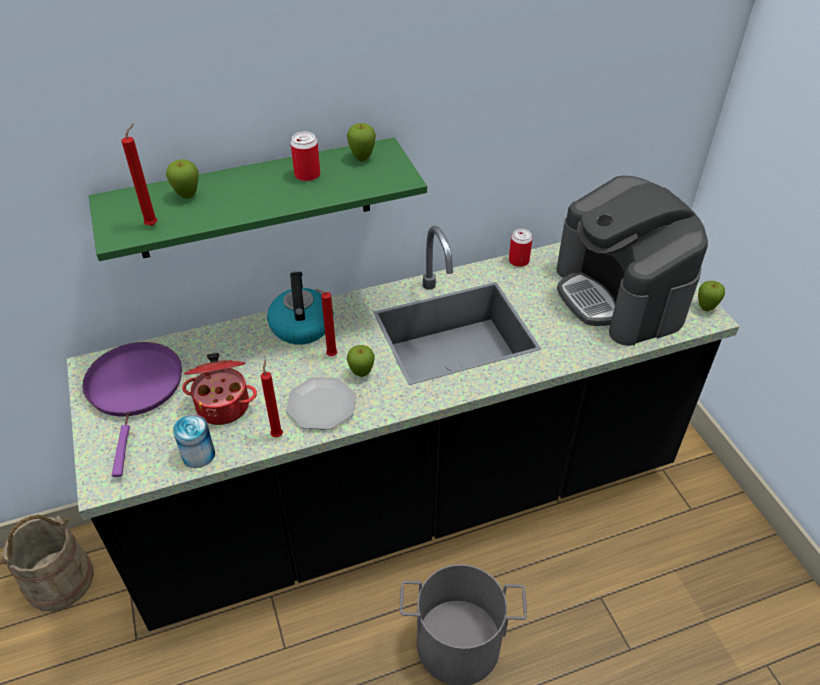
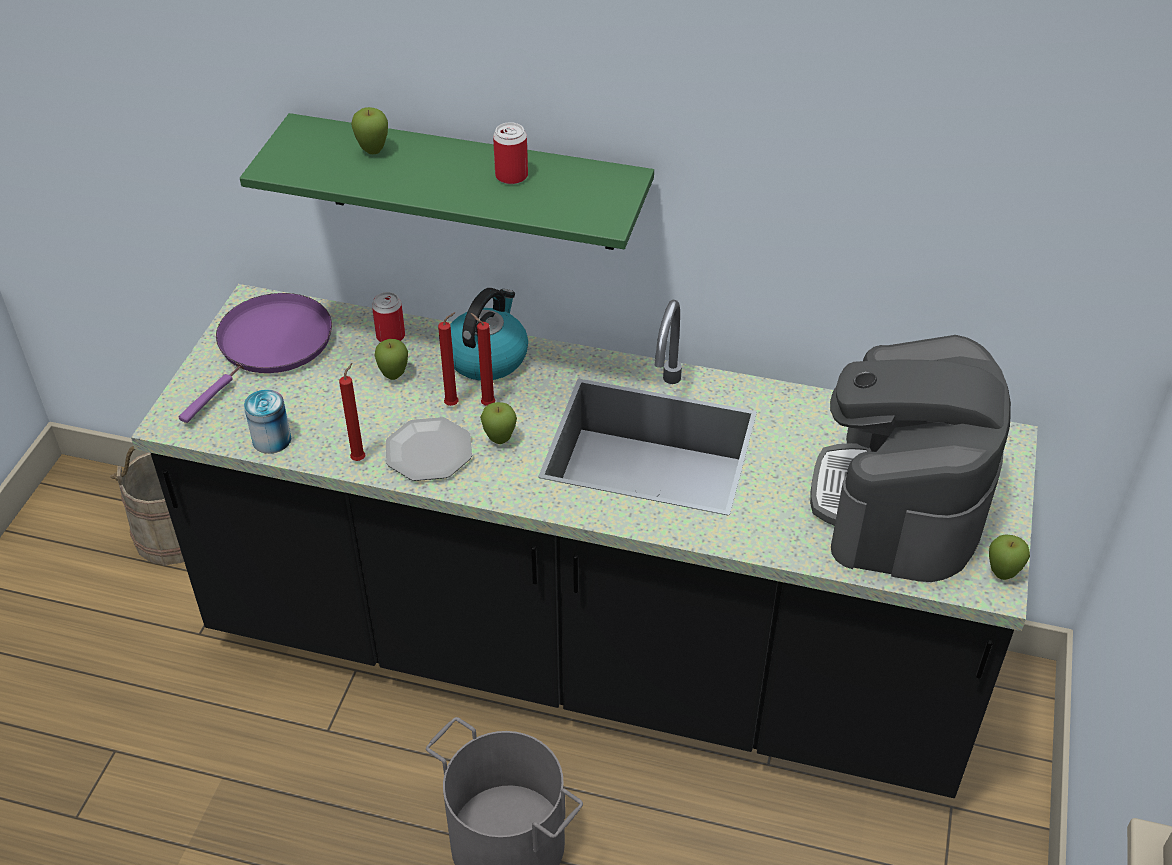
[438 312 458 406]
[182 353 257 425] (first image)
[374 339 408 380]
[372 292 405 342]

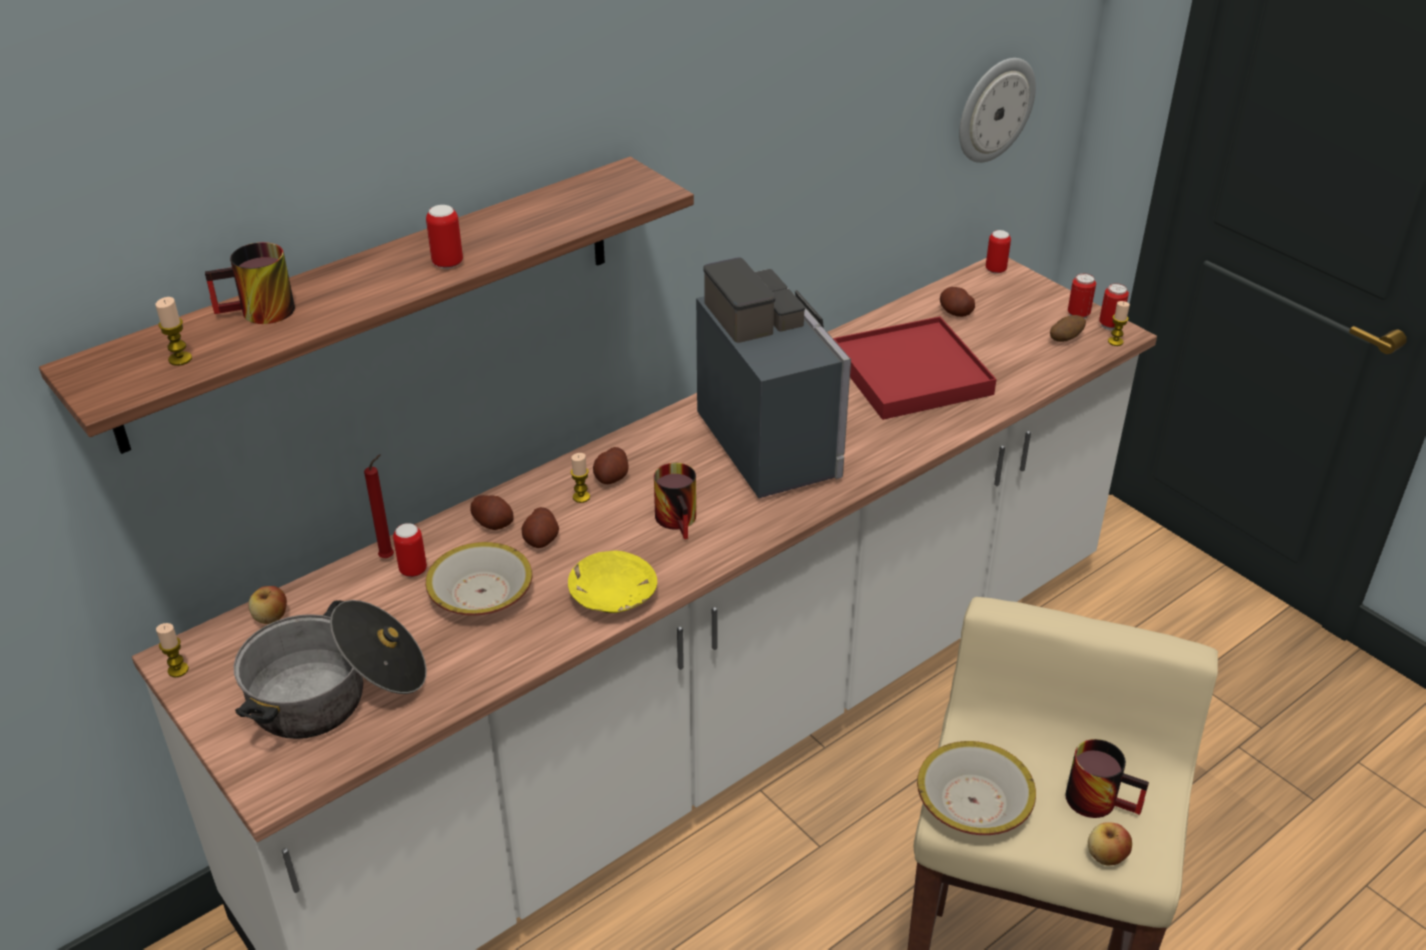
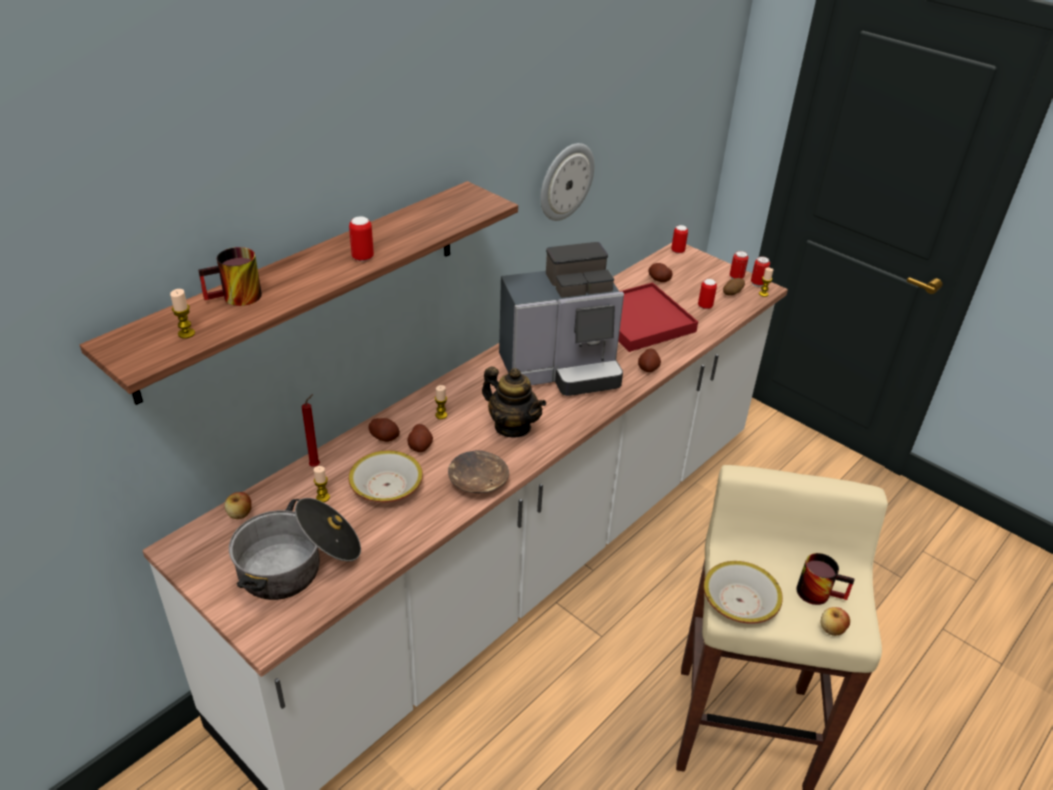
[314 466 330 502]
[698 279 717 309]
[448 450 509 493]
[638 348 661 372]
[482 367 546 437]
[499 242 624 396]
[541 143 594 221]

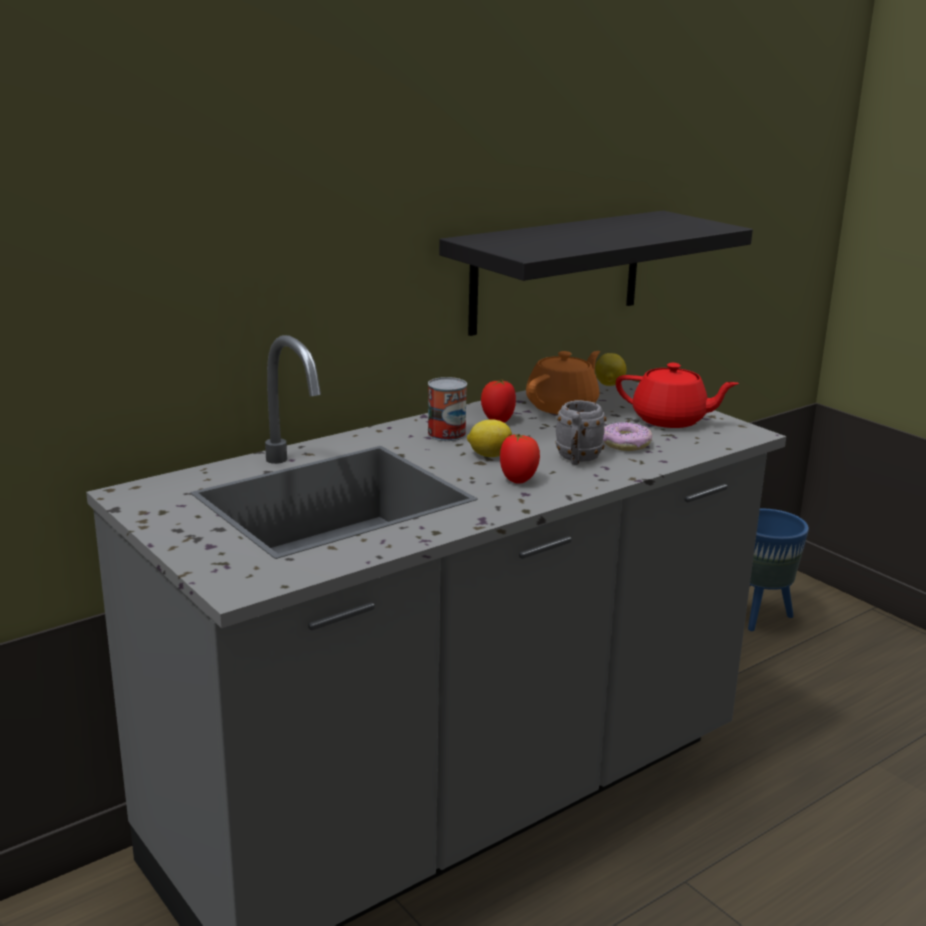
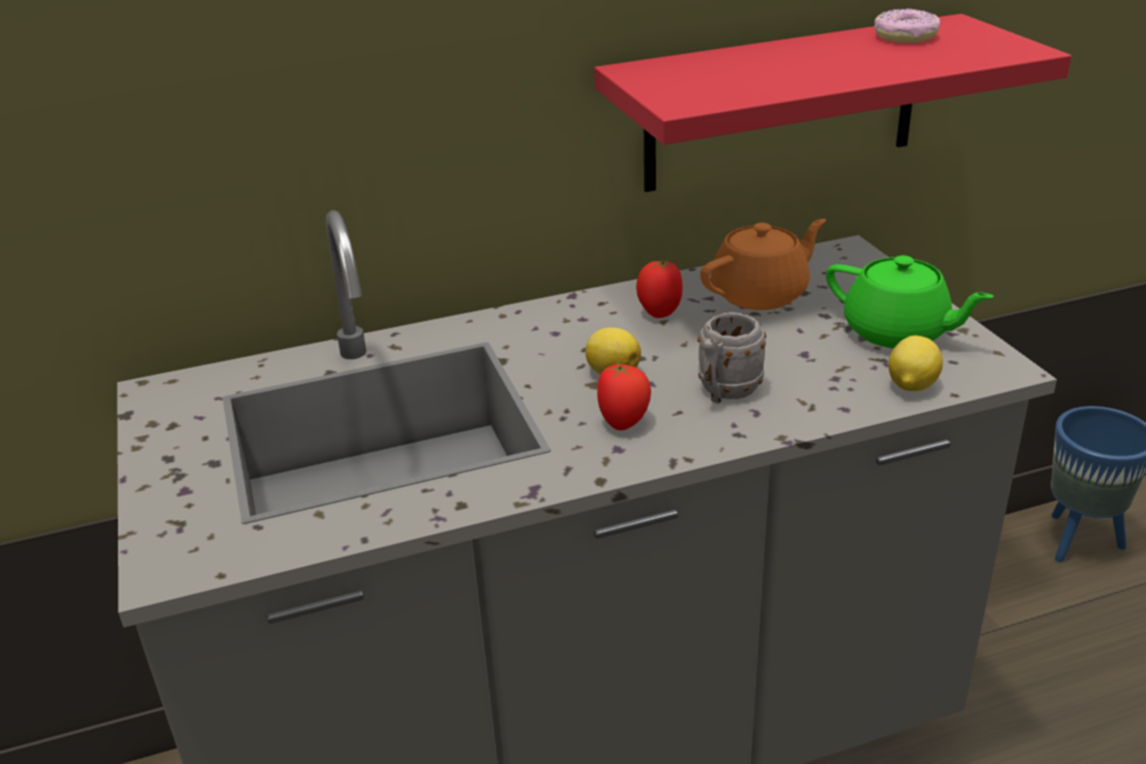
[427 377 467 441] (first image)
[594 14 1071 192]
[889 335 943 391]
[874 9 940 43]
[826 255 994 348]

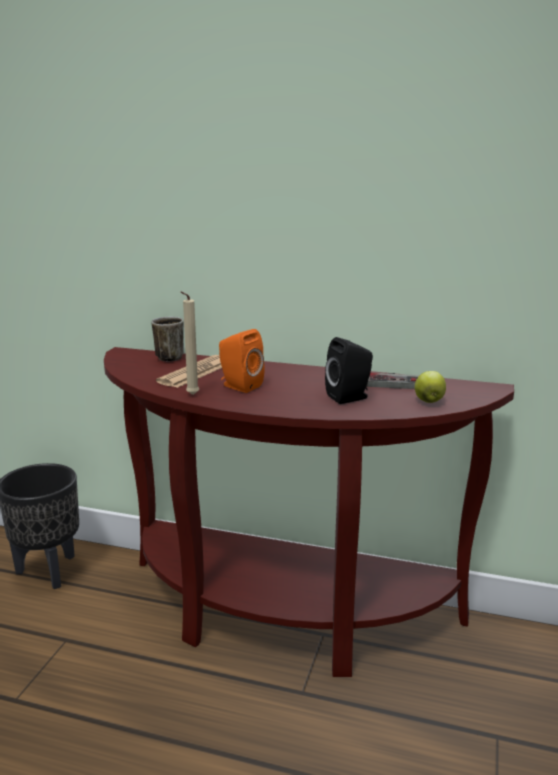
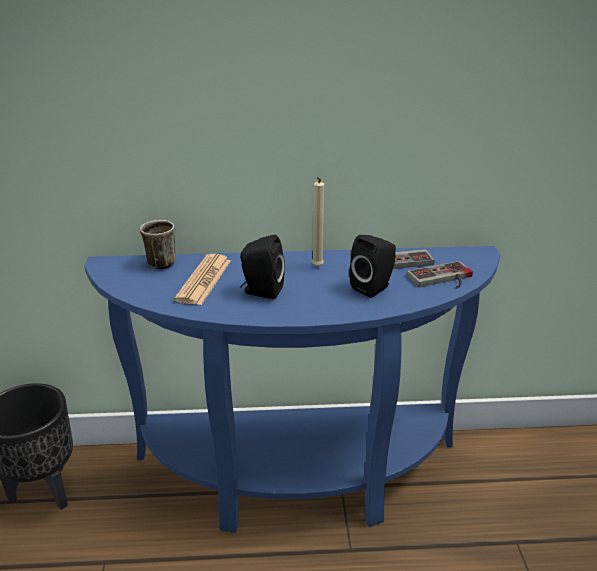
[84 246 500 533]
[312 177 324 267]
[240 235 285 299]
[407 261 473 288]

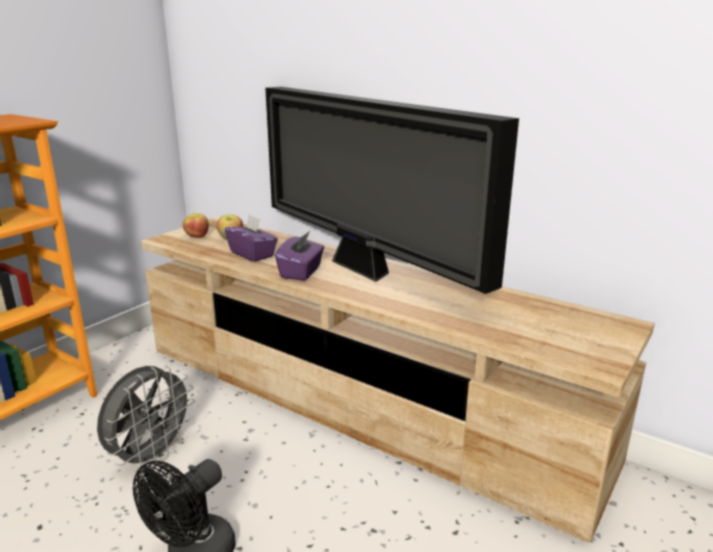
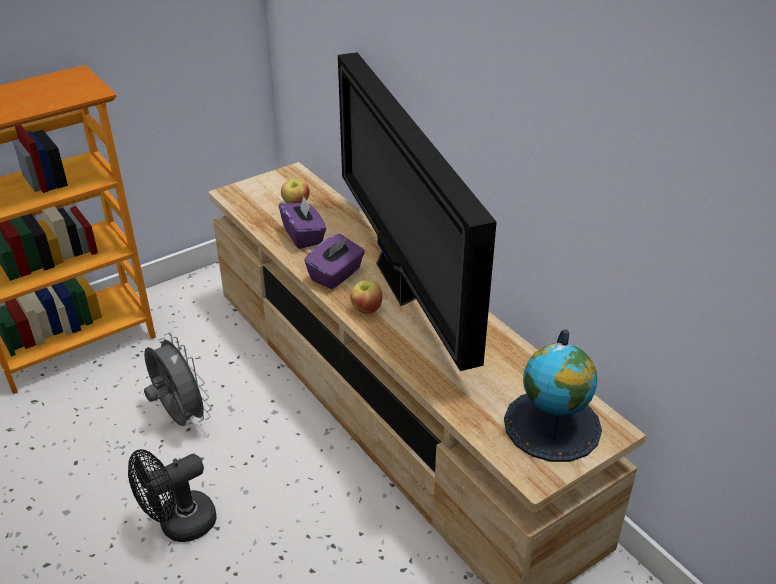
[144 333 211 426]
[350 280 383 314]
[504 329 602 462]

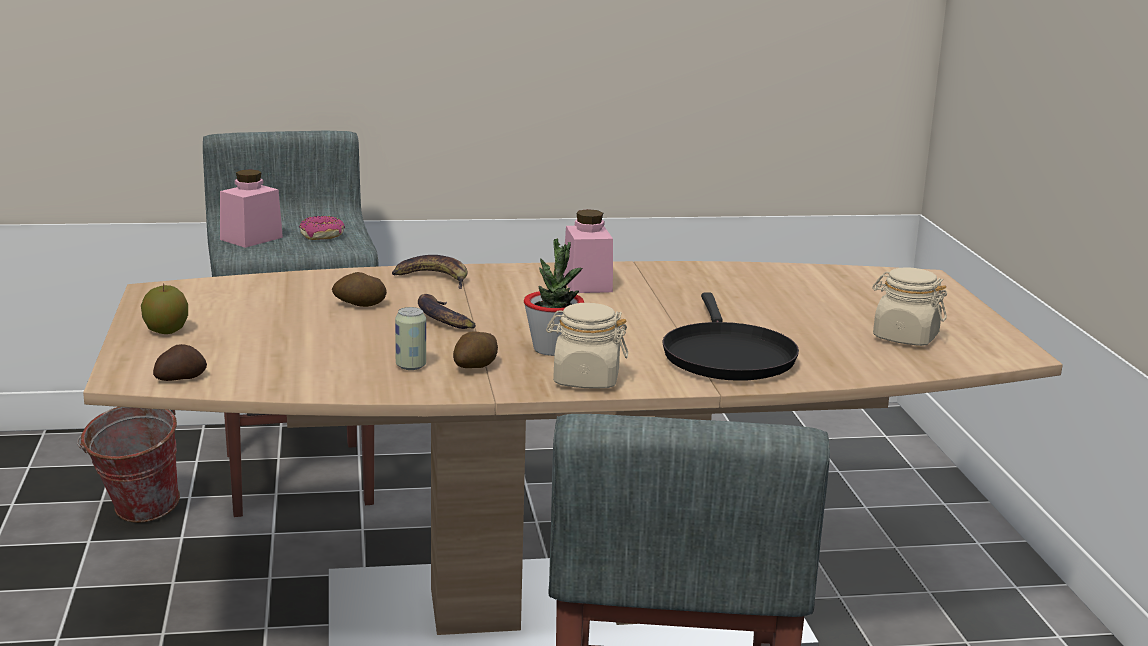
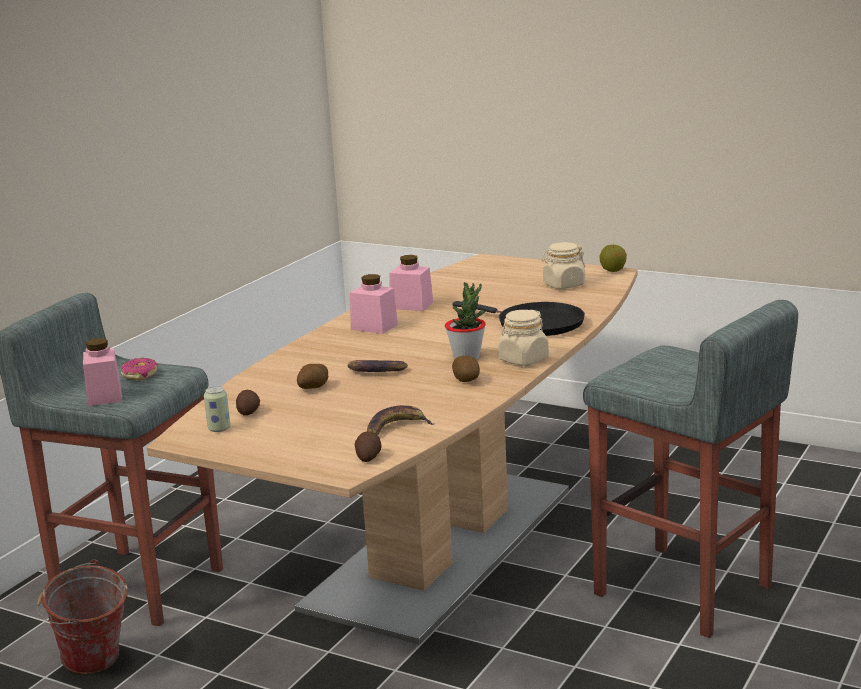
[599 245 627 272]
[367 405 434 436]
[204 386 230 432]
[236 390 260 415]
[389 255 433 311]

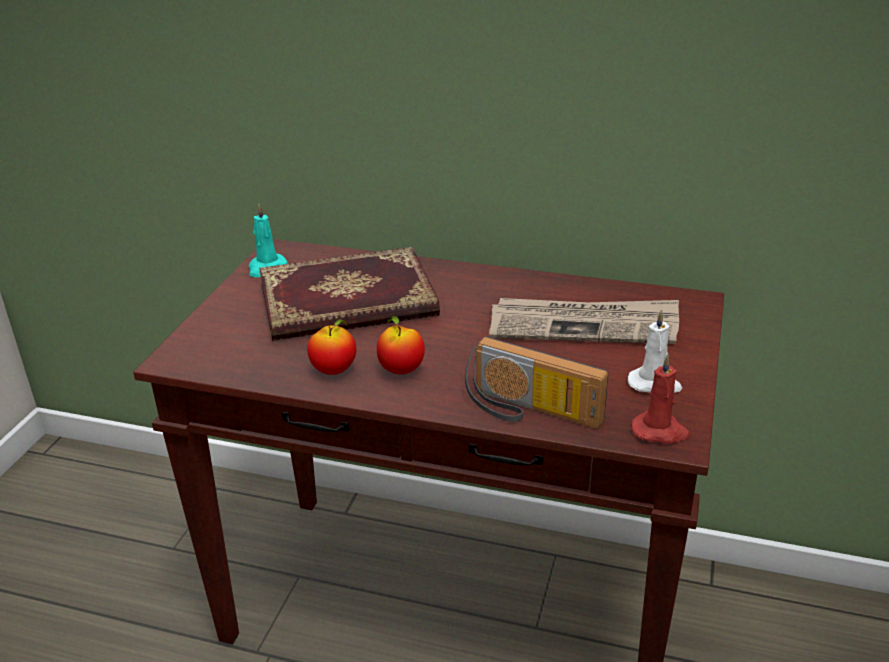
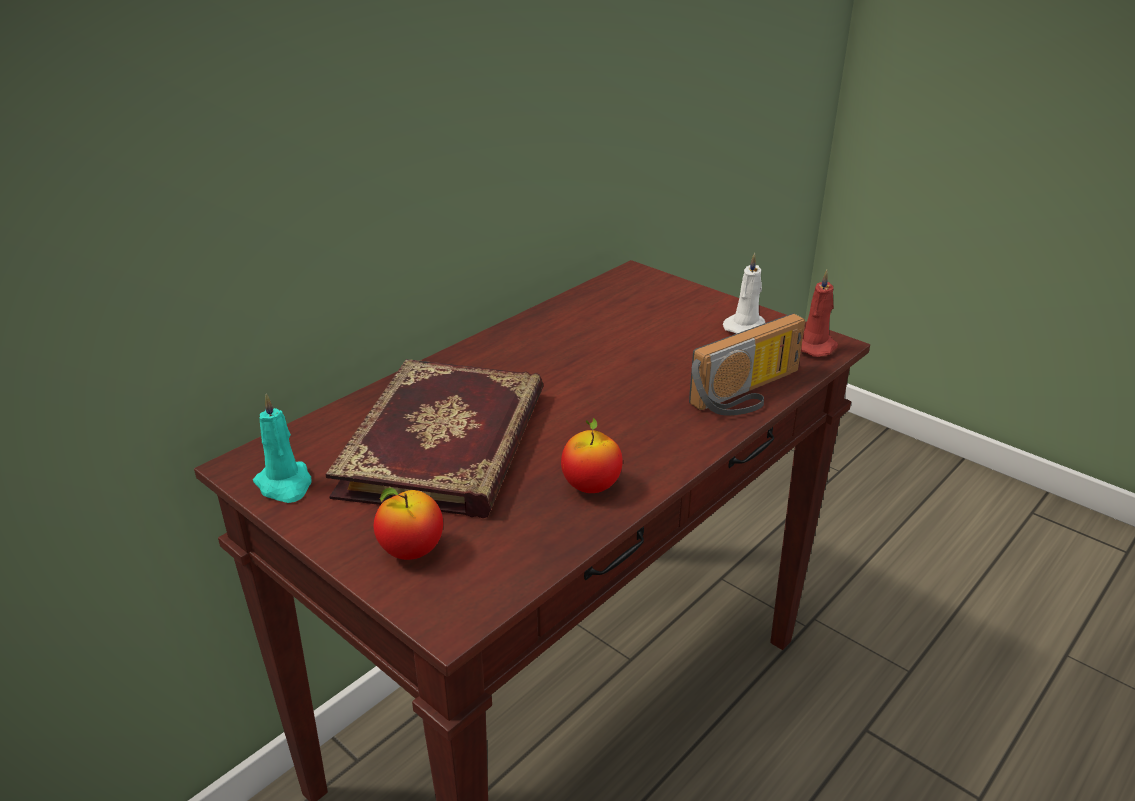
[374 487 443 560]
[489 298 679 344] (first image)

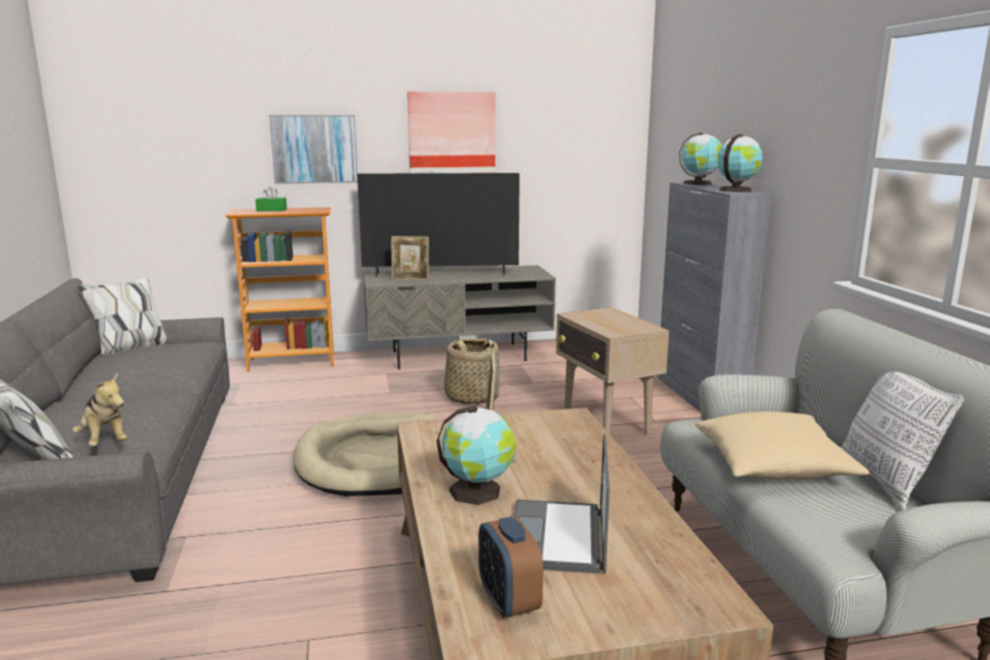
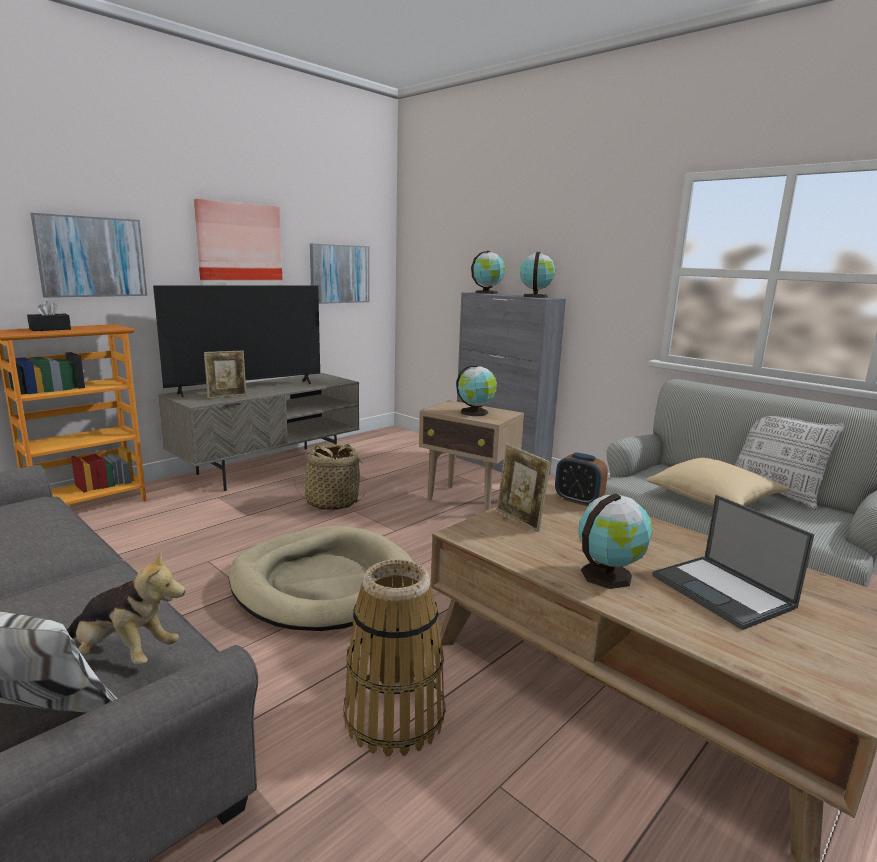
[27 301 71 331]
[555 452 608 506]
[310 243 370 304]
[344 559 446 757]
[456 365 497 416]

